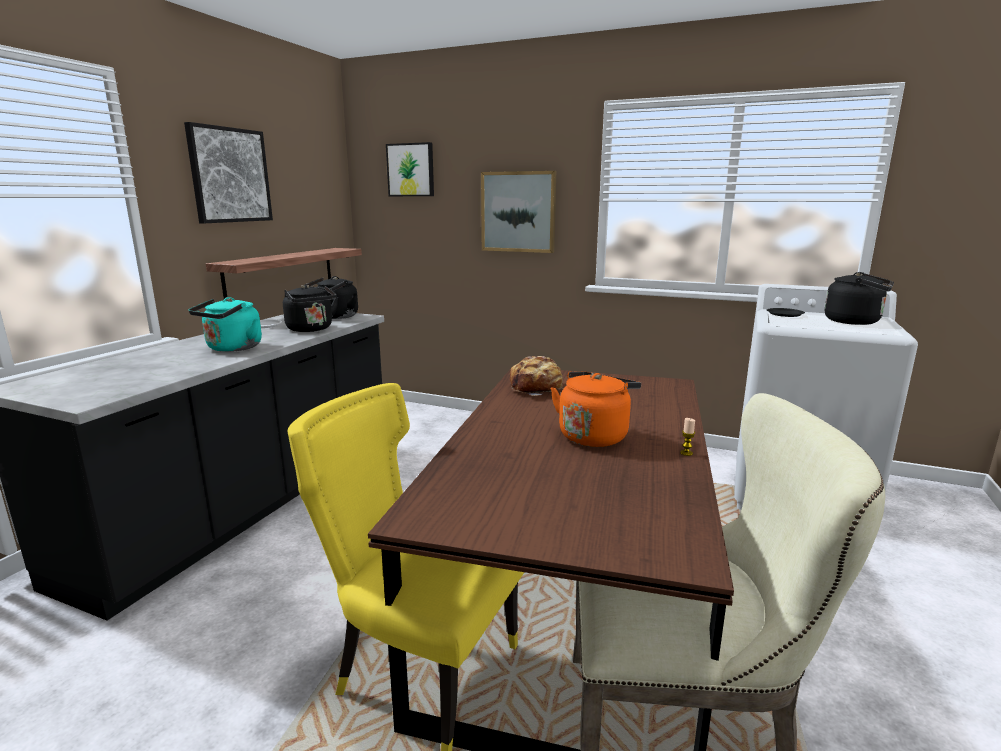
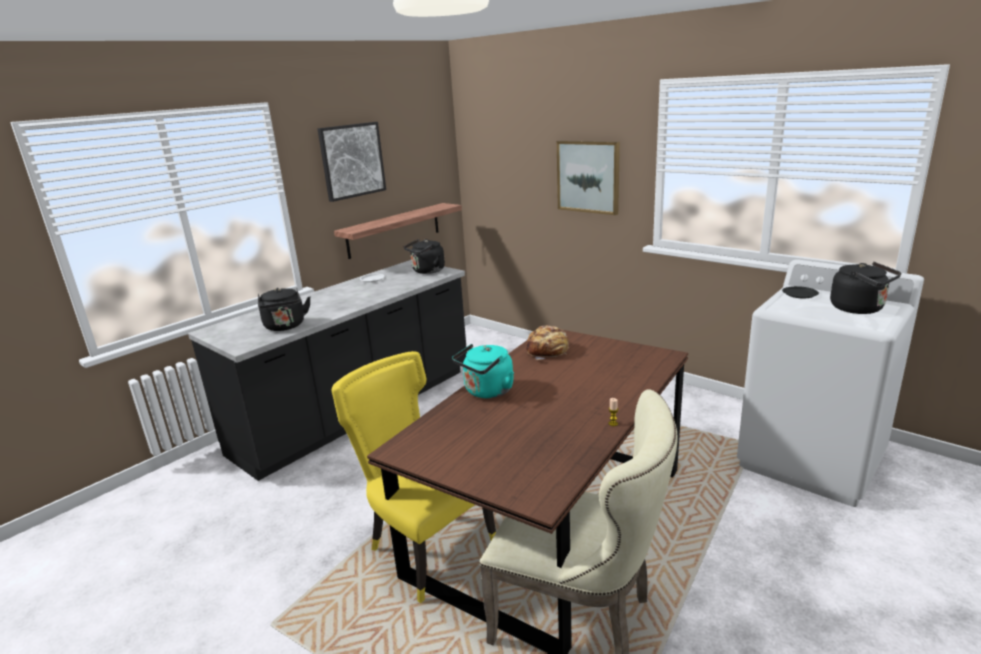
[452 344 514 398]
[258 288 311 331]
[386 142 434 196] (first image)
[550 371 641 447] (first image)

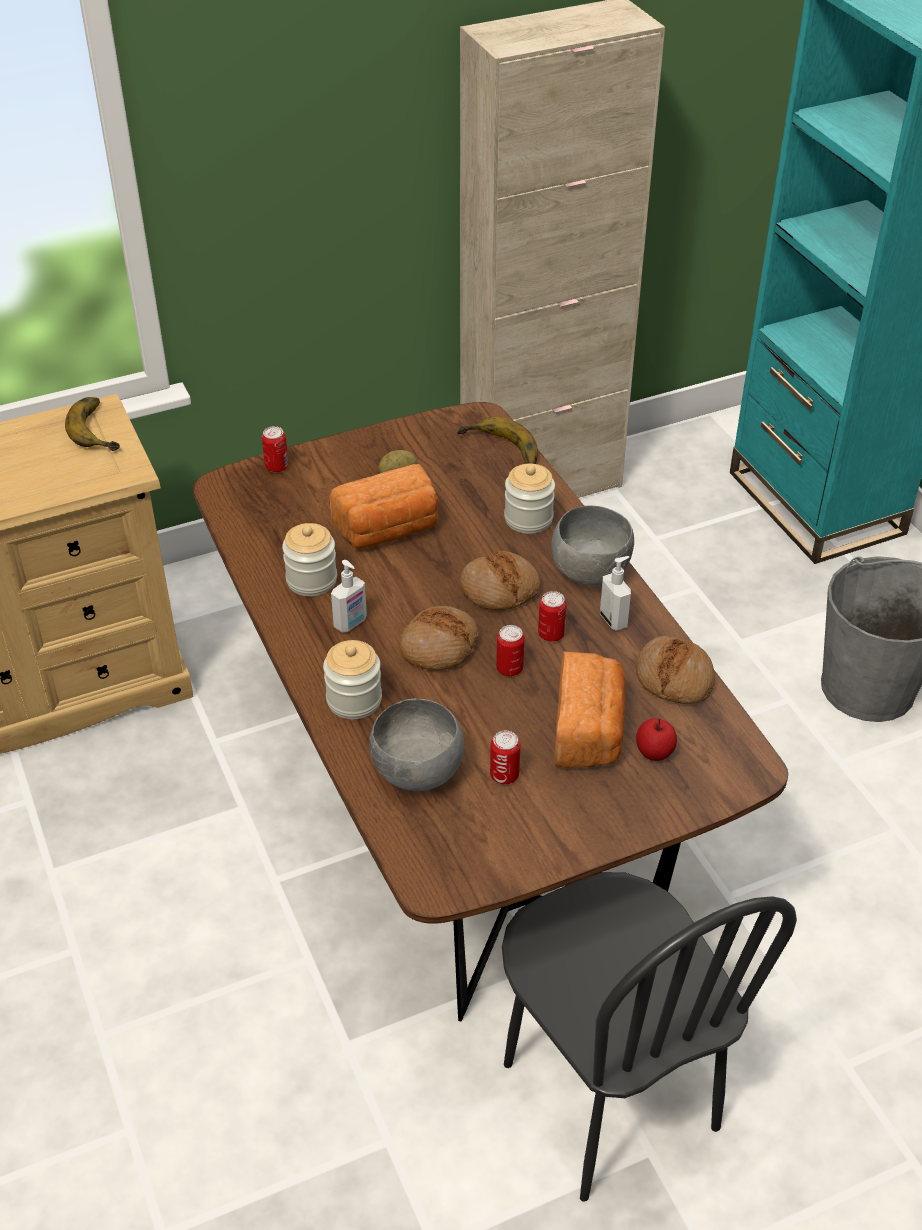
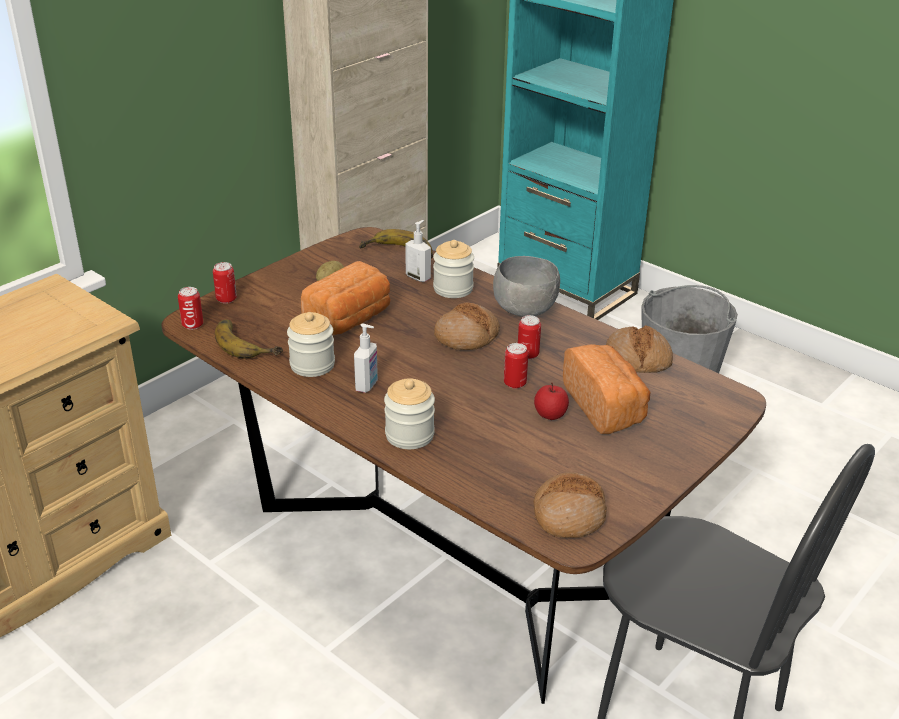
[215 320 283 359]
[369 699 464 791] (first image)
[533 472 607 538]
[178 287 203 330]
[405 220 431 282]
[534 383 569 420]

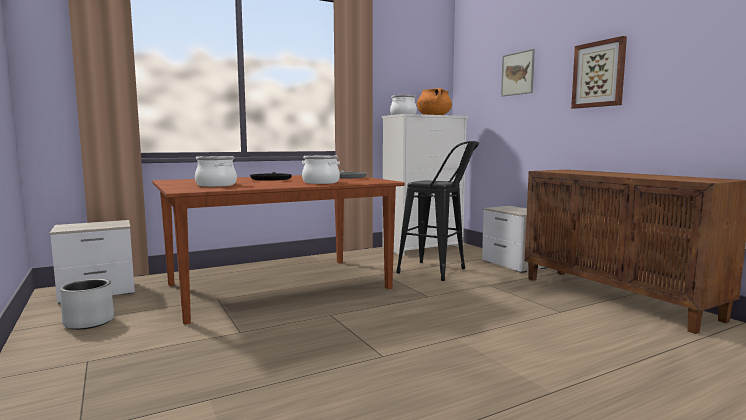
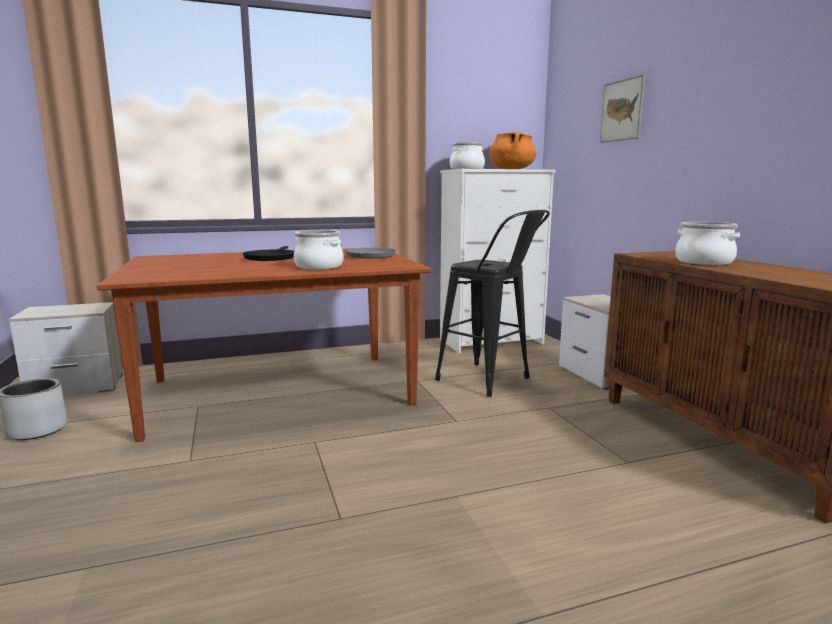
[675 222 740 265]
[571 36 627 109] (first image)

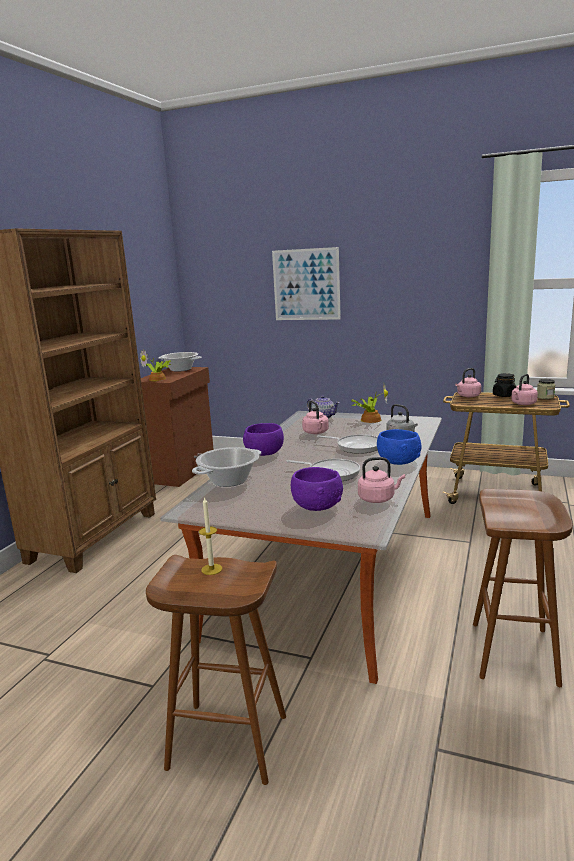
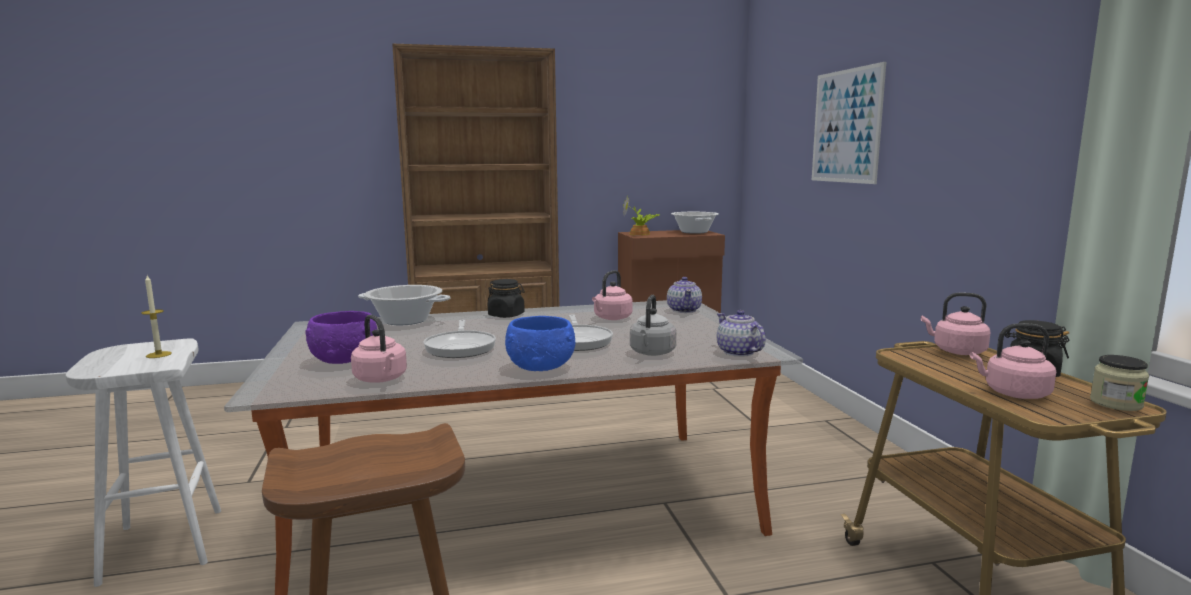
[66 338 221 587]
[488 279 525 318]
[351 383 388 423] (first image)
[717 310 766 357]

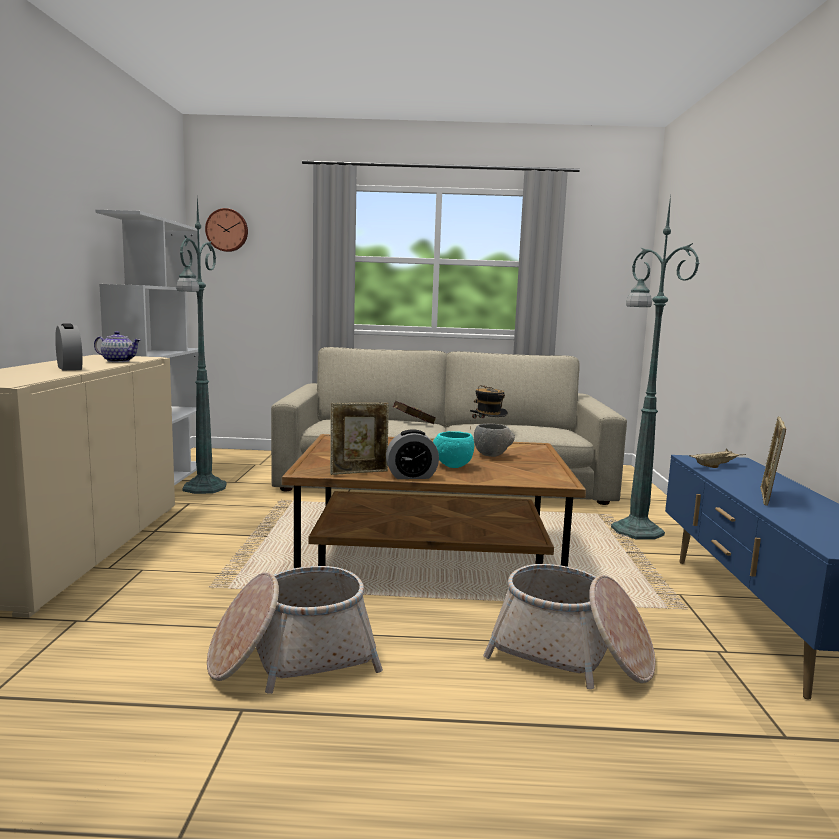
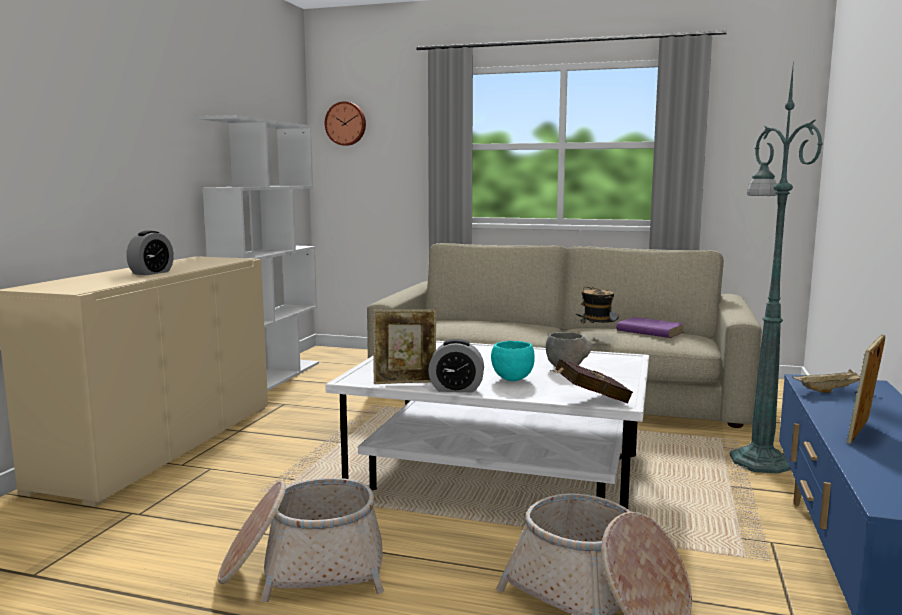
[126 231 174 275]
[94 331 141 362] (first image)
[176 196 226 494] (first image)
[325 341 649 509]
[551 359 633 403]
[616 317 684 338]

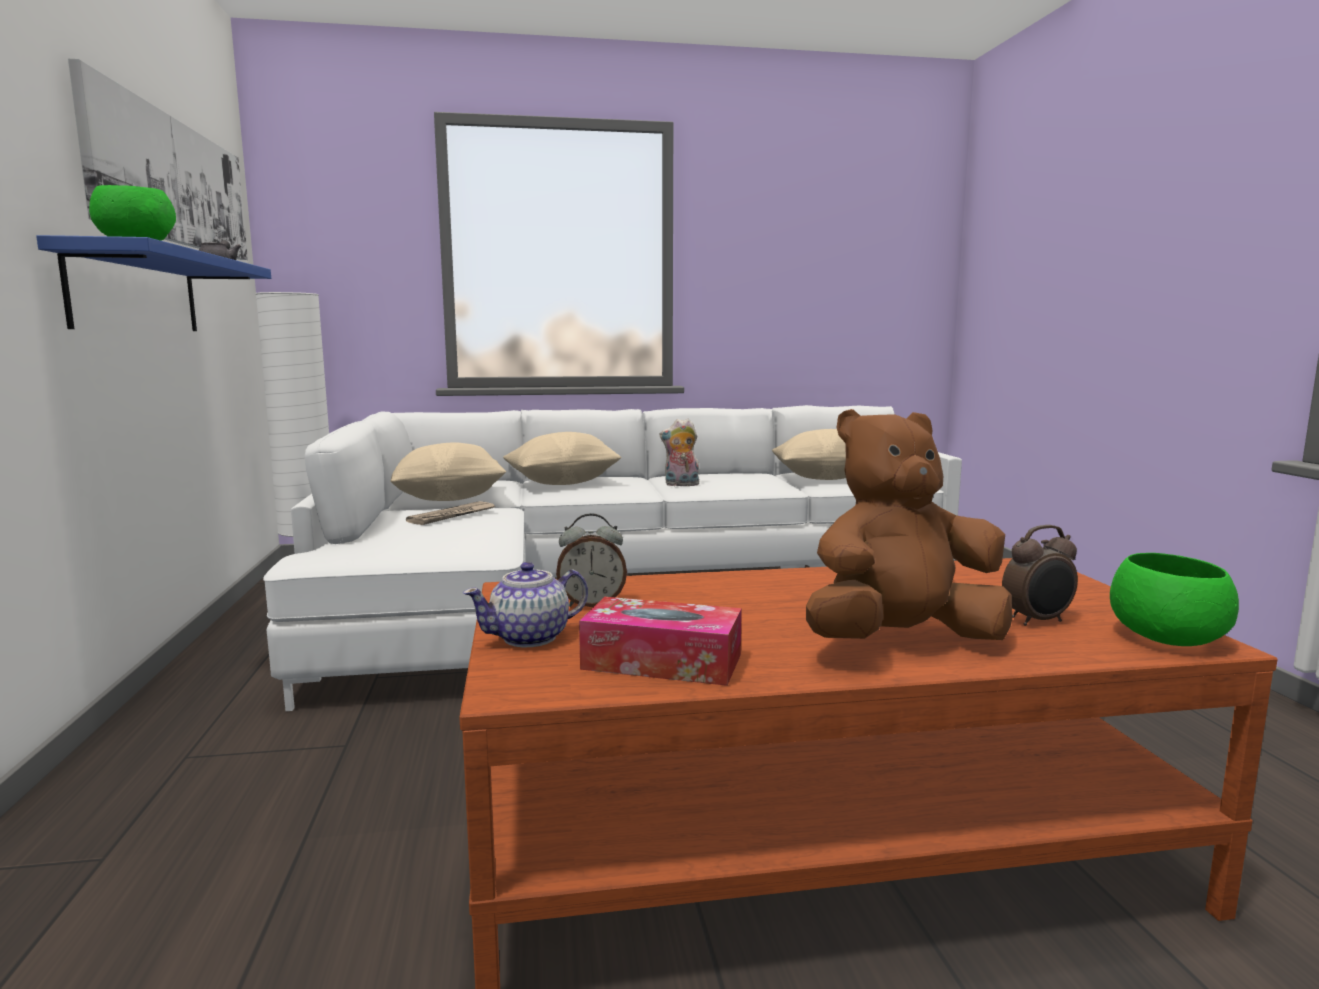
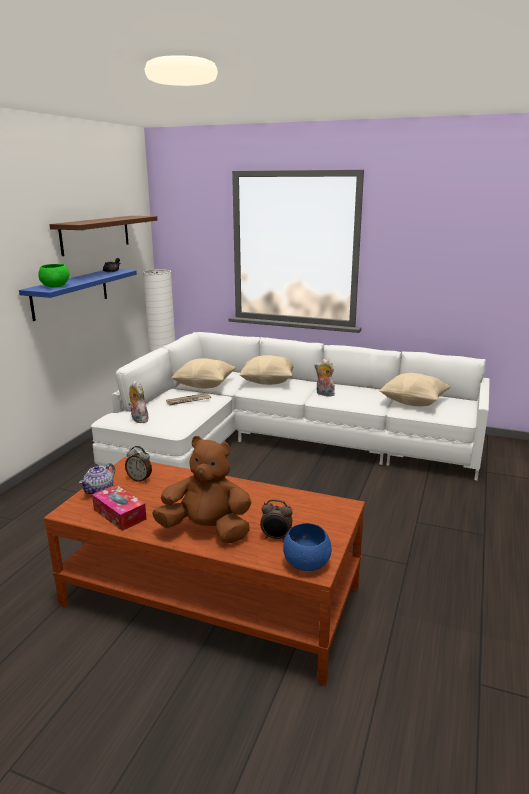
[49 216 157 256]
[79 463 115 495]
[283 523 331 571]
[128 380 148 423]

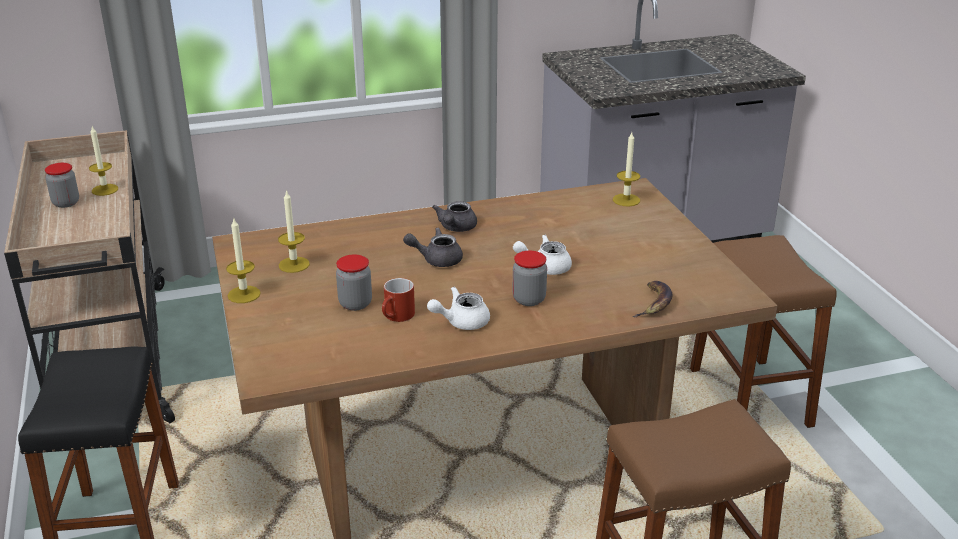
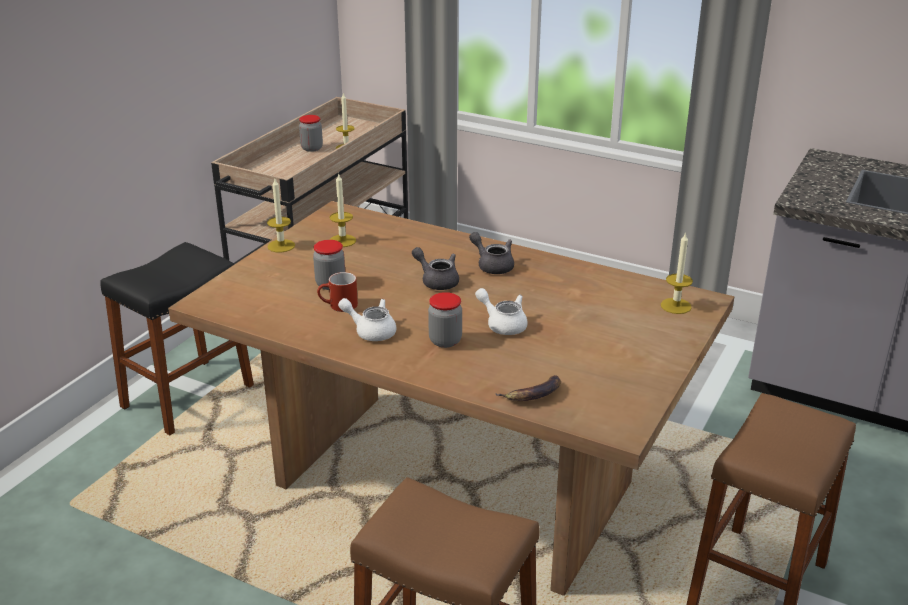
[469 232 514 274]

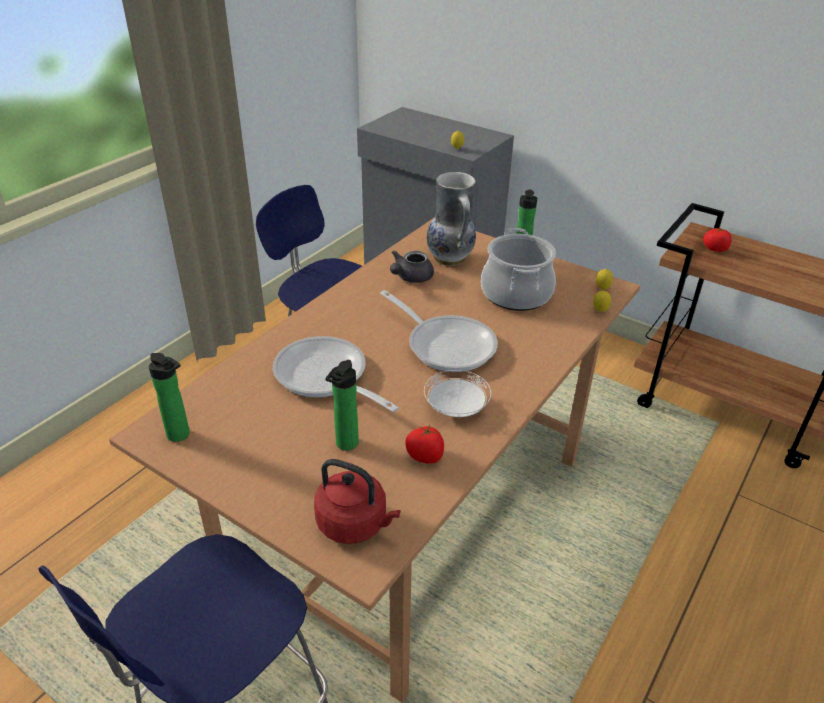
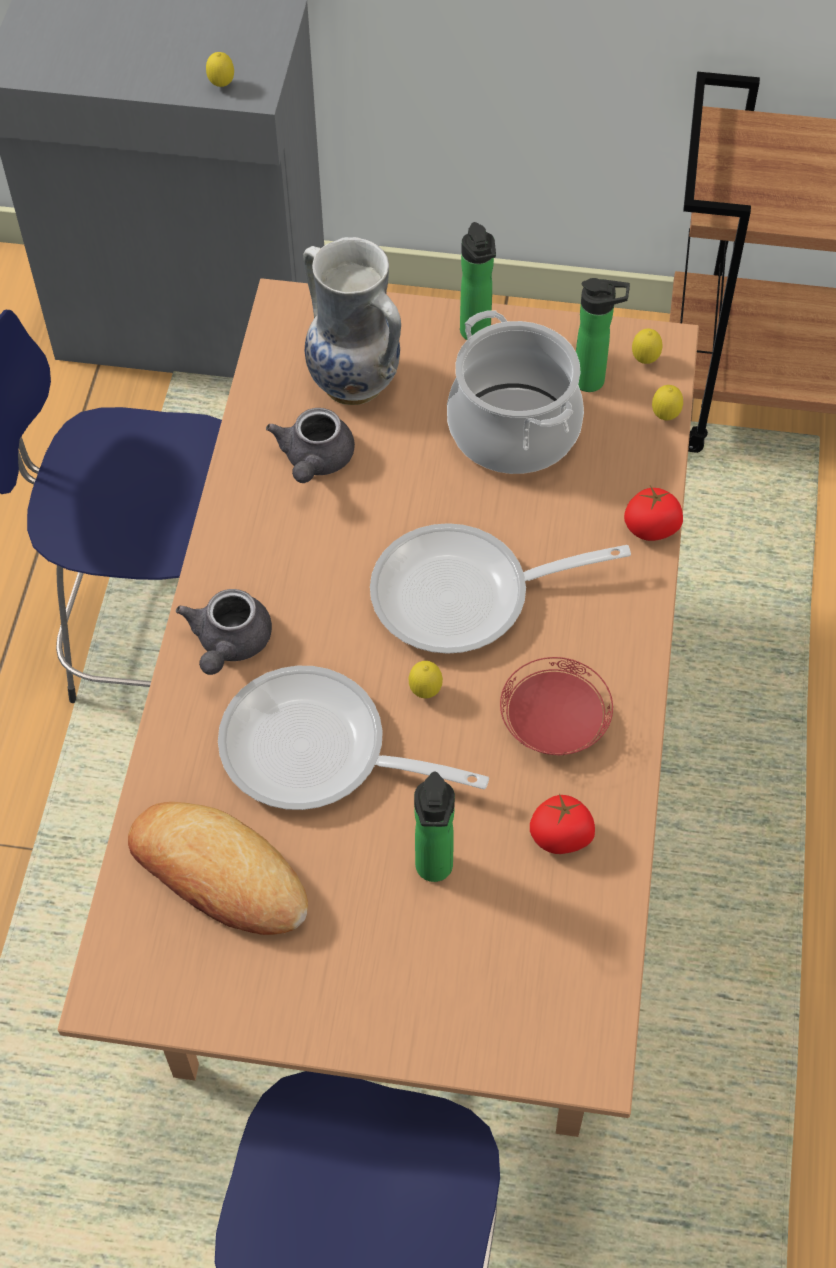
[576 278 630 392]
[314 459 401 544] (first image)
[370 523 631 654]
[500 657 613 756]
[624 486 683 541]
[128 802 308 935]
[176 589 272 675]
[409 661 443 698]

